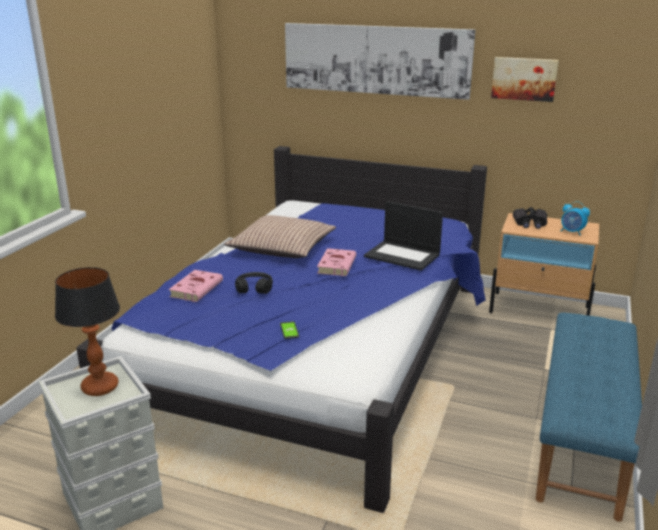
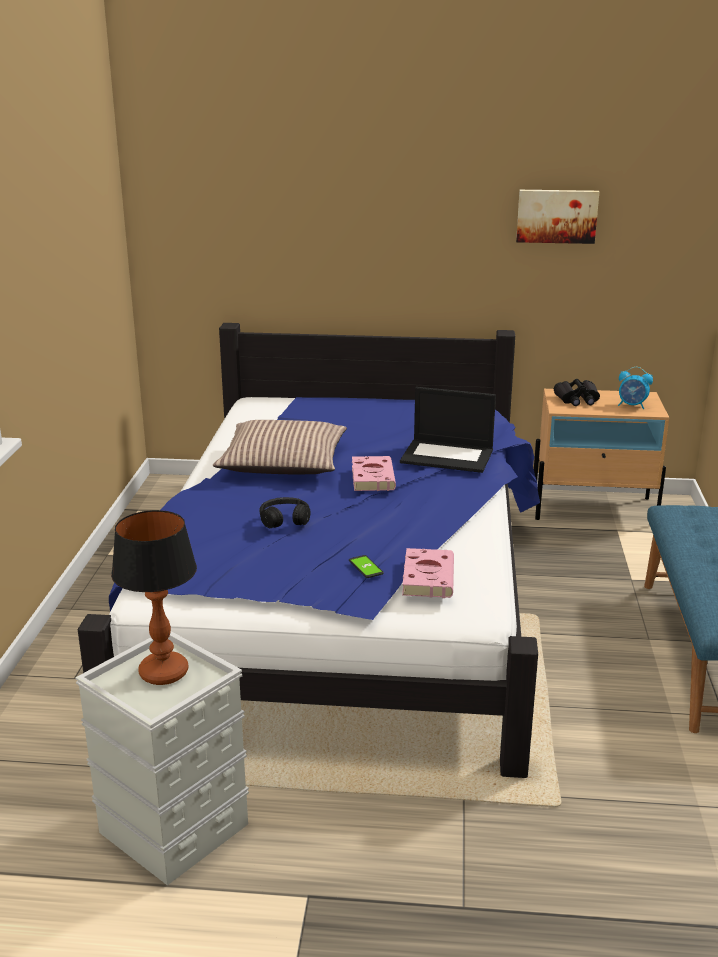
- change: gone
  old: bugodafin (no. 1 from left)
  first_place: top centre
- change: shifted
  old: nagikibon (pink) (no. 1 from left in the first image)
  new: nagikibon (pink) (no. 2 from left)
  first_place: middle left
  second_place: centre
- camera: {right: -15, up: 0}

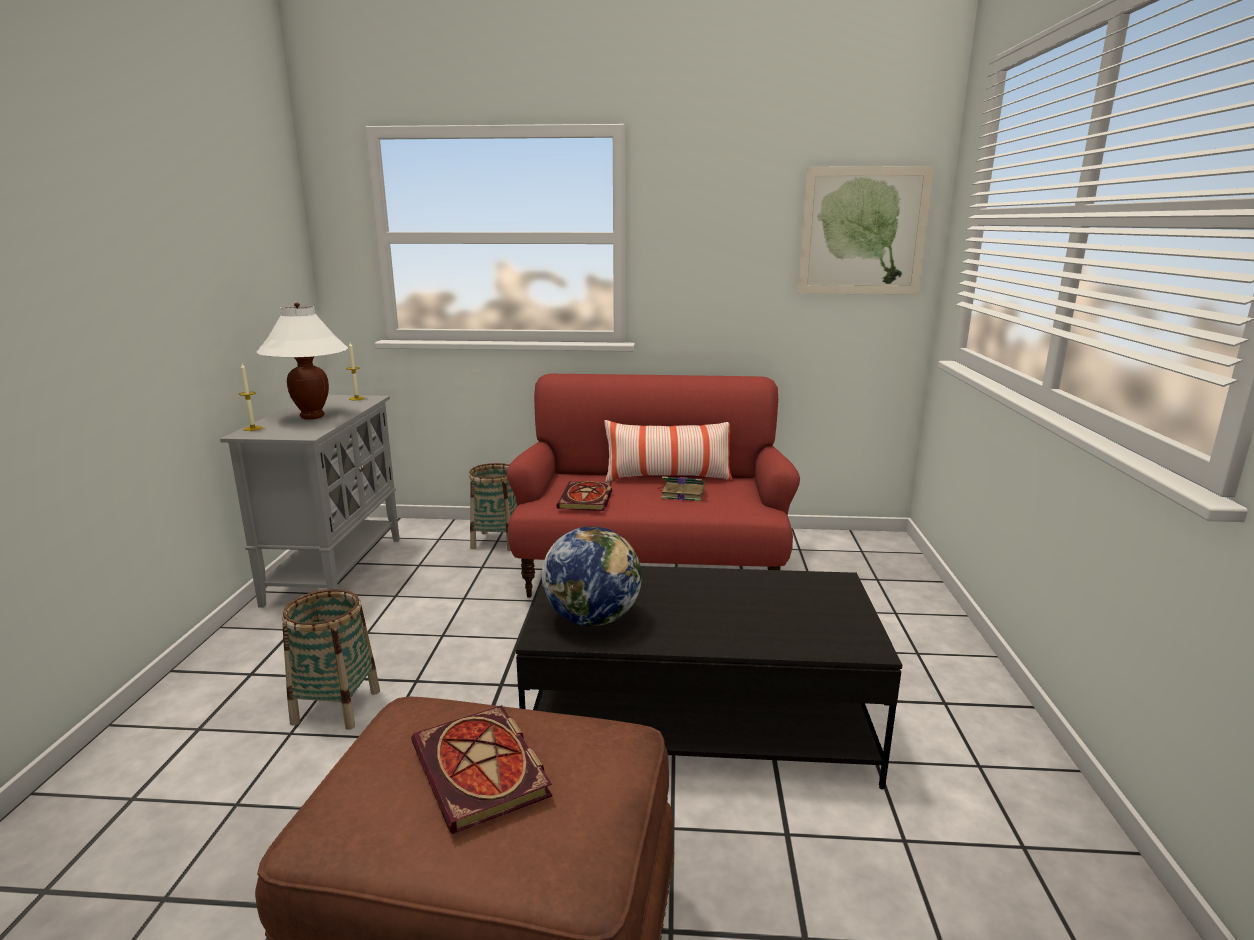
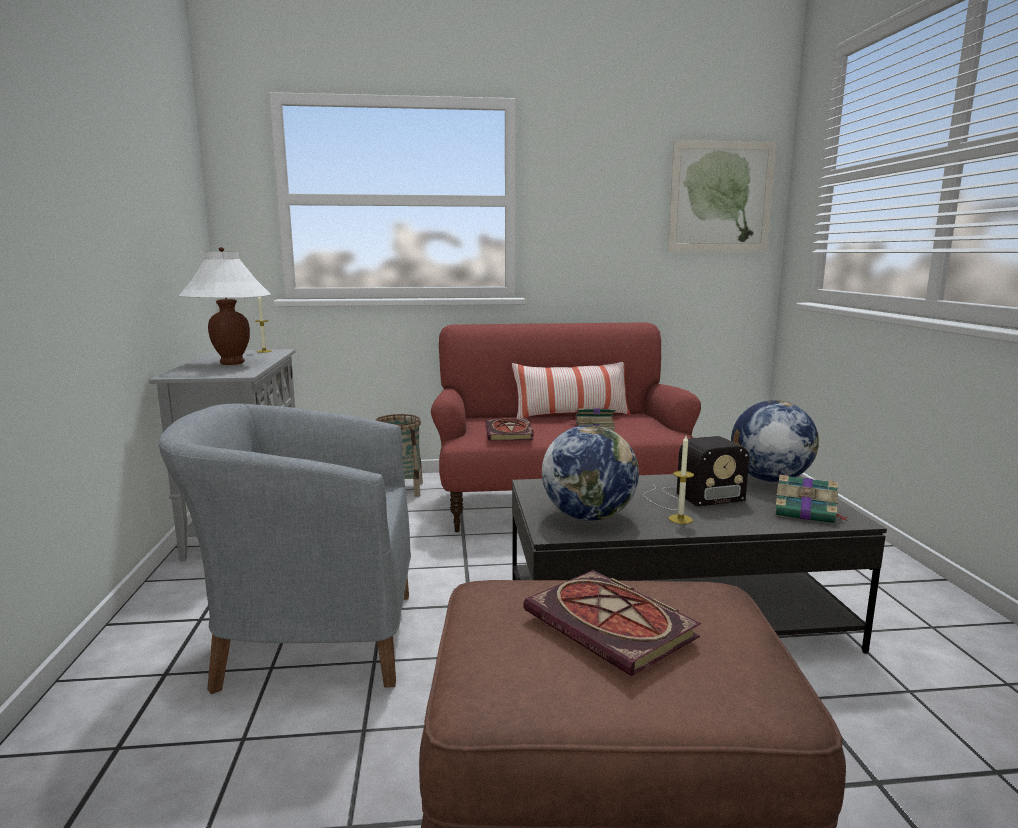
- change: shifted
  old: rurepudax (no. 1 from left in the first image)
  new: rurepudax (no. 2 from left)
  first_place: middle left
  second_place: middle right
- change: swapped
  old: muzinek (no. 1 from left)
  new: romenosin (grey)
  first_place: bottom left
  second_place: middle left
- change: new
  new: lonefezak (no. 2 from left)
  second_place: middle right
- change: new
  new: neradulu
  second_place: middle right
- change: new
  new: nagikibon (no. 4 from left)
  second_place: middle right
- camera: {right: -10, up: -5}

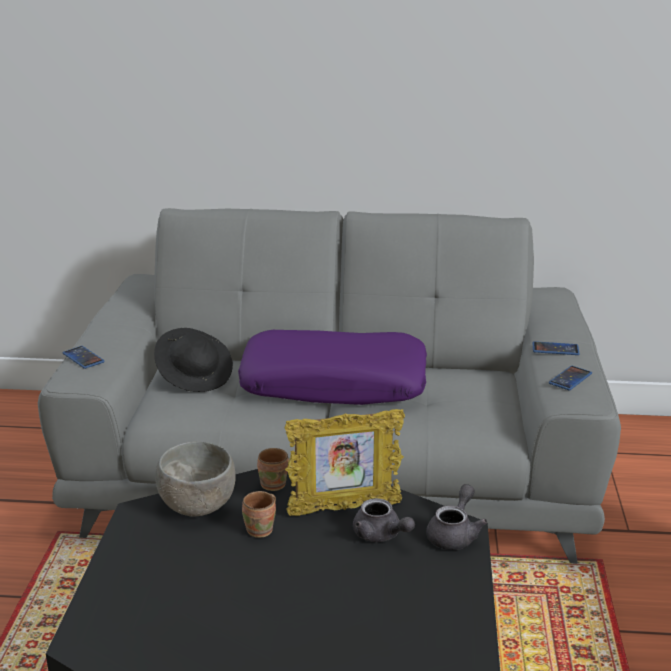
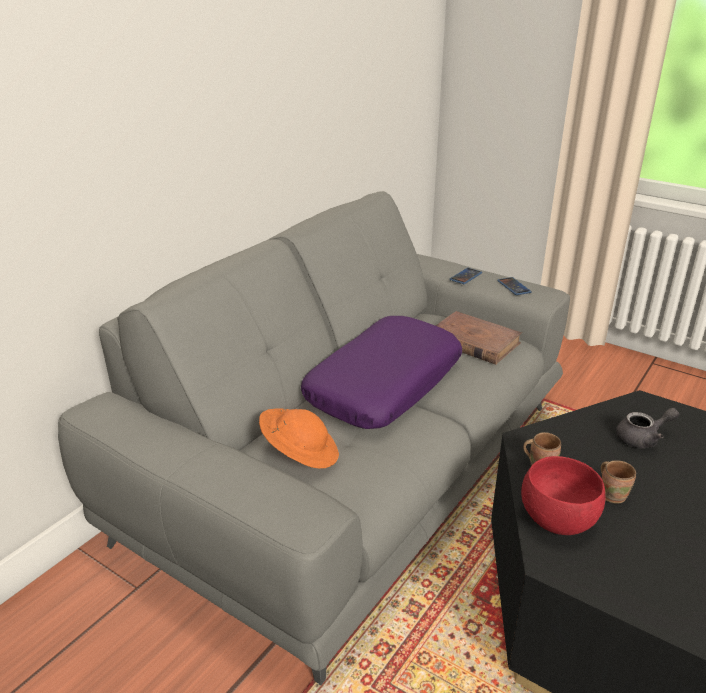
- change: repainted
  old: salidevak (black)
  new: salidevak (orange)
  first_place: middle left
  second_place: centre
- change: gone
  old: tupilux (no. 1 from left)
  first_place: middle left
- change: gone
  old: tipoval
  first_place: bottom centre
- change: repainted
  old: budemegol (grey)
  new: budemegol (red)
  first_place: bottom left
  second_place: bottom right
- change: gone
  old: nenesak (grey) (no. 2 from left)
  first_place: bottom right
- change: new
  new: nagikibon (brown)
  second_place: middle right
- camera: {right: -60, up: 5}

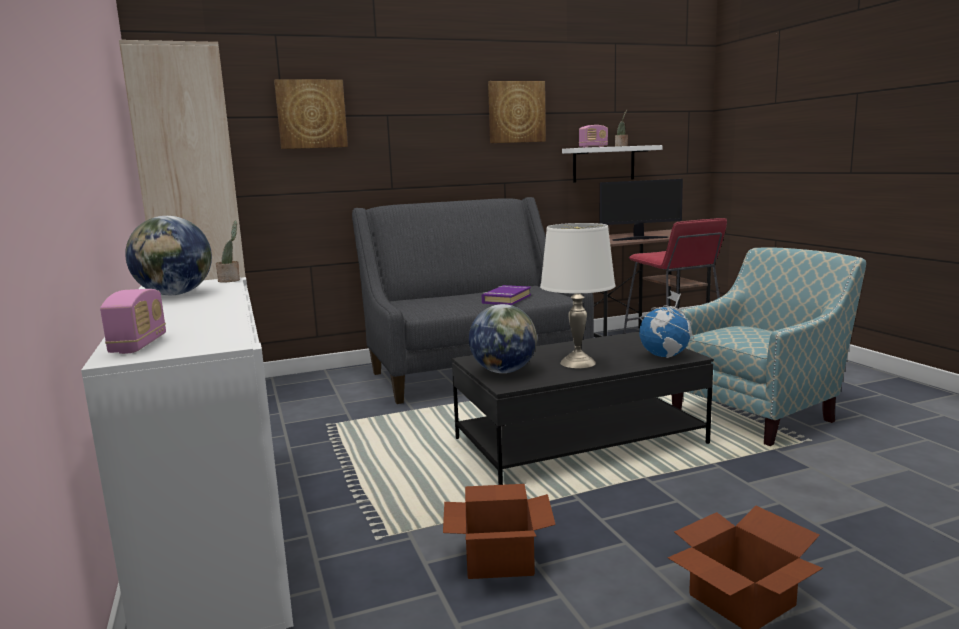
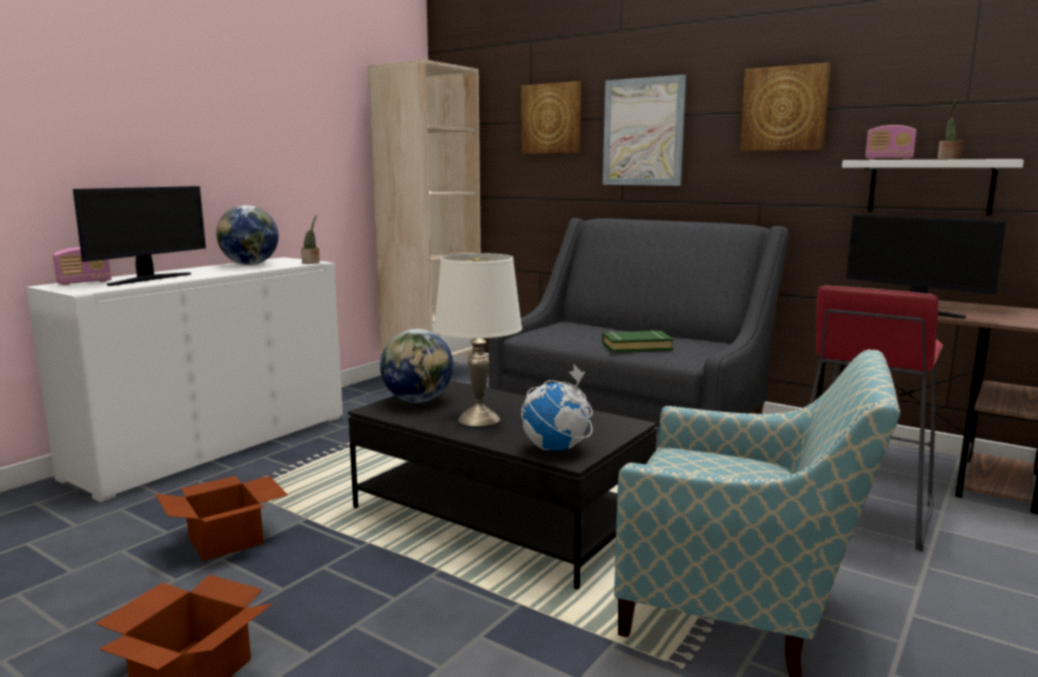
- change: repainted
  old: nagikibon (purple)
  new: nagikibon (green)
  first_place: centre
  second_place: centre
- change: new
  new: bugodafin (no. 2 from left)
  second_place: top centre
- change: new
  new: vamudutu (no. 1 from left)
  second_place: middle left
- camera: {right: 55, up: 0}

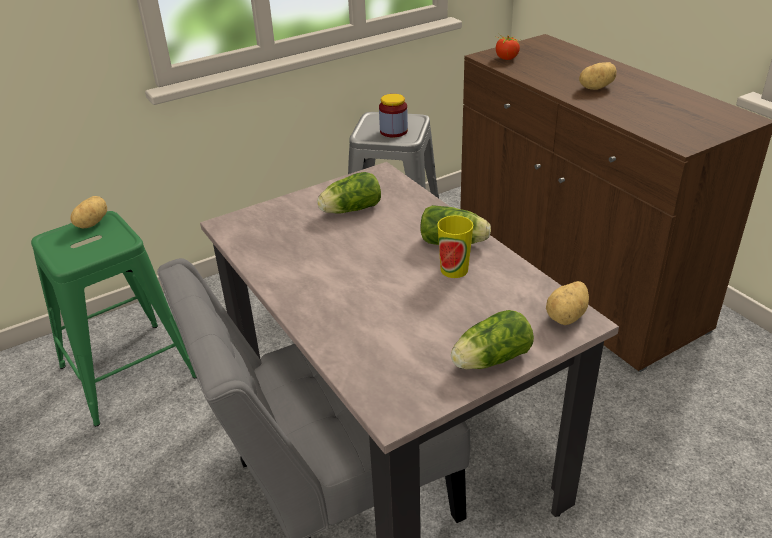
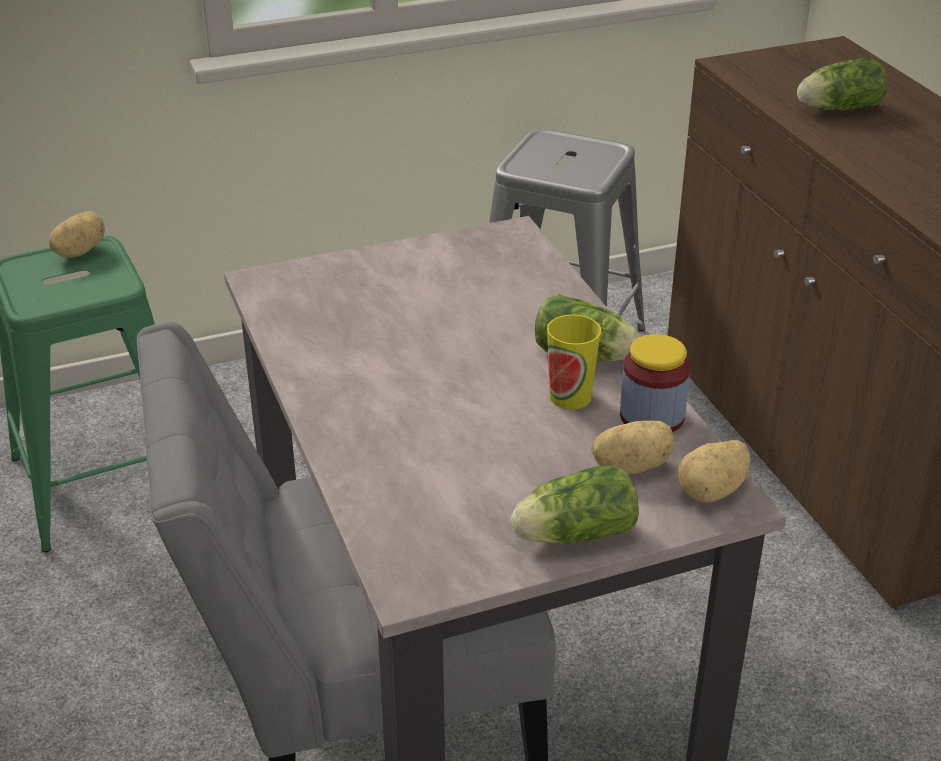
- change: gone
  old: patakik
  first_place: top centre
- change: shifted
  old: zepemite (no. 3 from left in the first image)
  new: zepemite (no. 2 from left)
  first_place: top right
  second_place: middle right
- change: shifted
  old: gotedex
  first_place: top centre
  second_place: middle right
- change: shifted
  old: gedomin (no. 1 from left in the first image)
  new: gedomin (no. 3 from left)
  first_place: centre
  second_place: top right
- camera: {right: 10, up: 0}

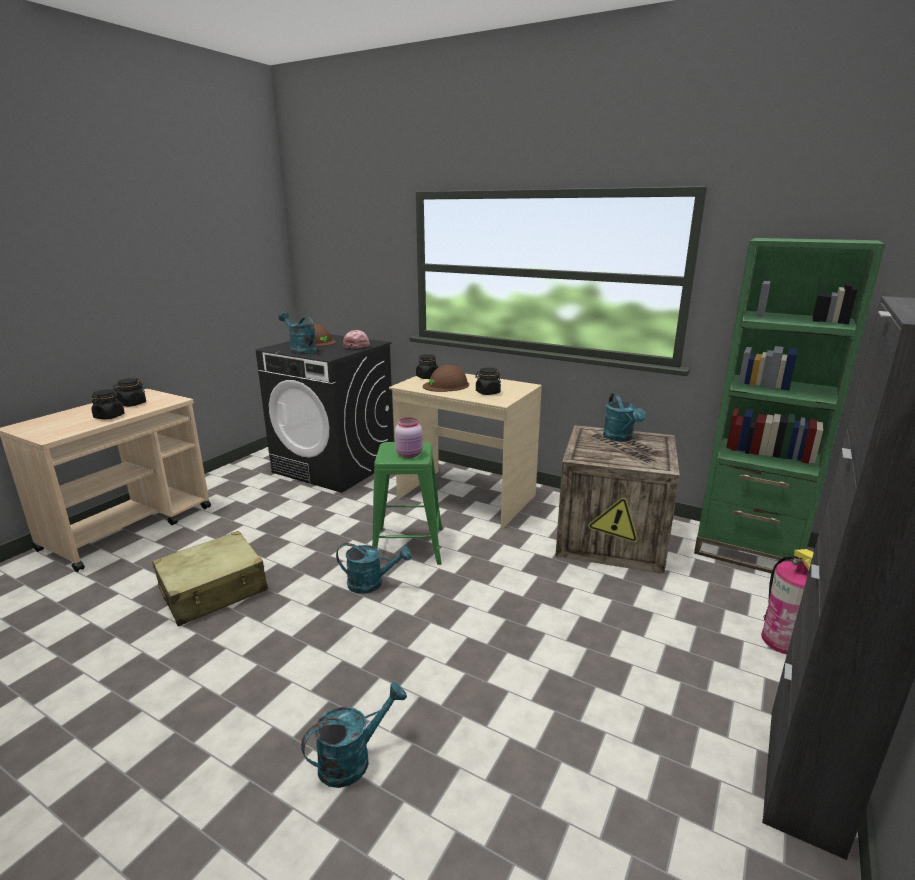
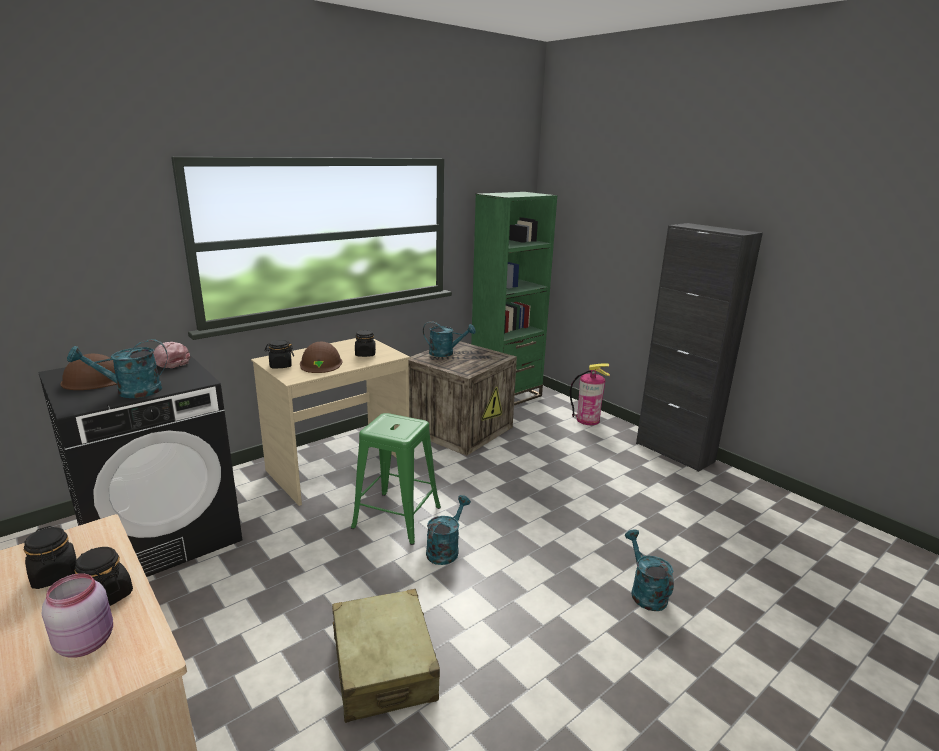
- change: shifted
  old: gotedex (pink)
  first_place: centre
  second_place: bottom left
- camera: {right: -70, up: 0}

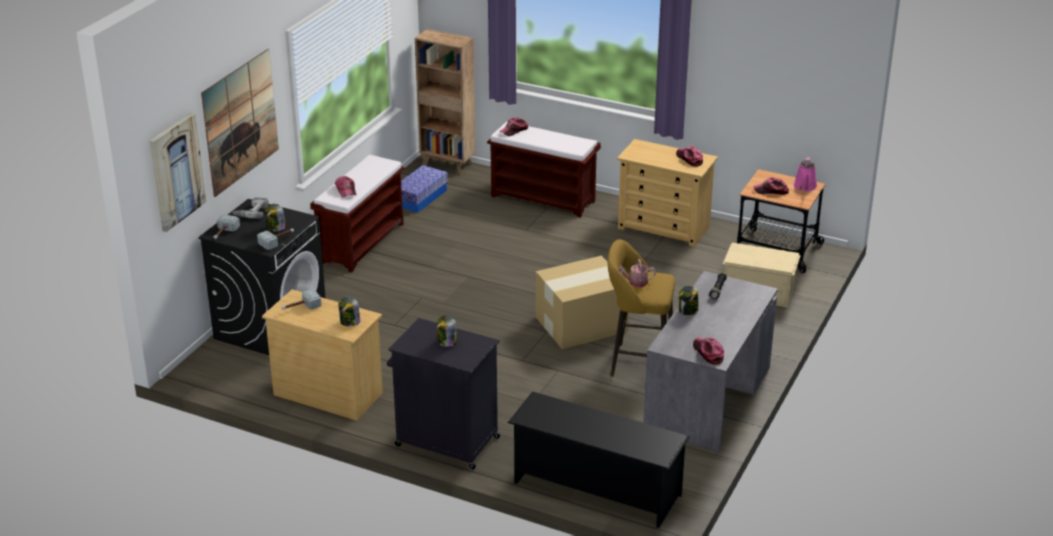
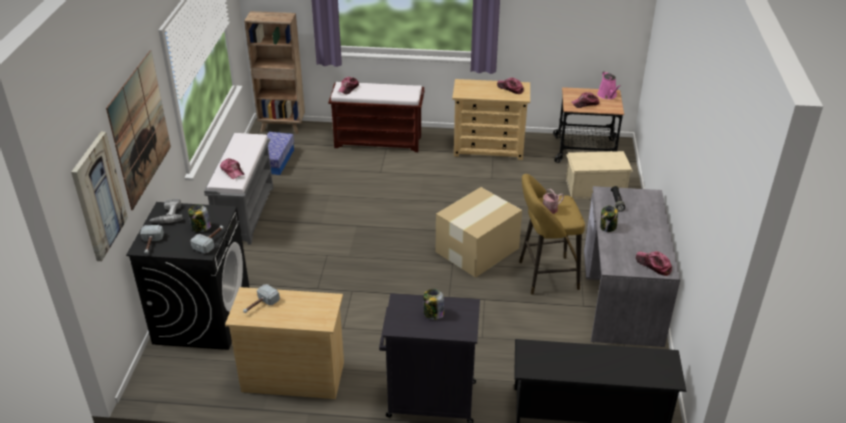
- change: repainted
  old: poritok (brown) (no. 1 from left)
  new: poritok (grey)
  first_place: centre
  second_place: middle left
- change: gone
  old: gotedex (no. 2 from left)
  first_place: middle left
- camera: {right: -20, up: 5}

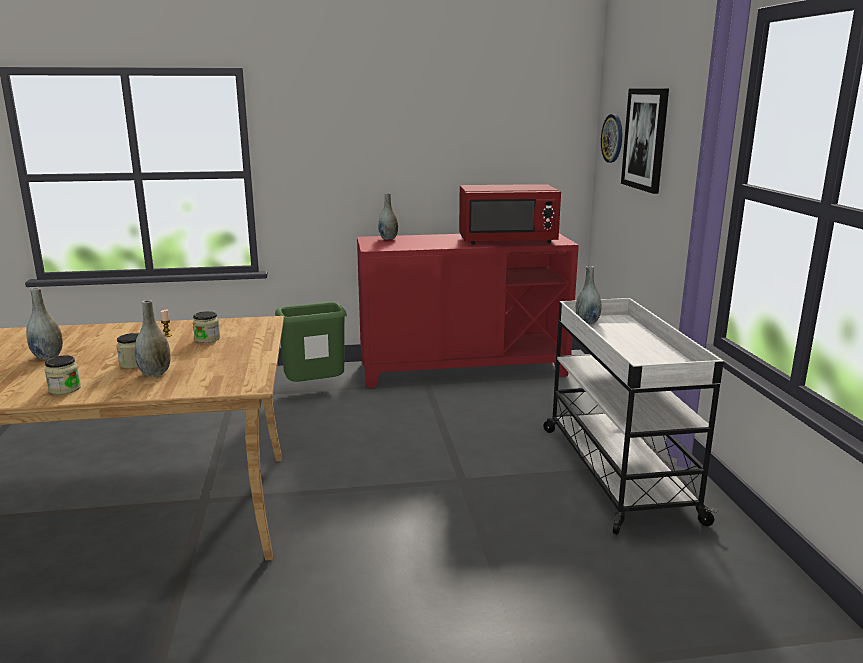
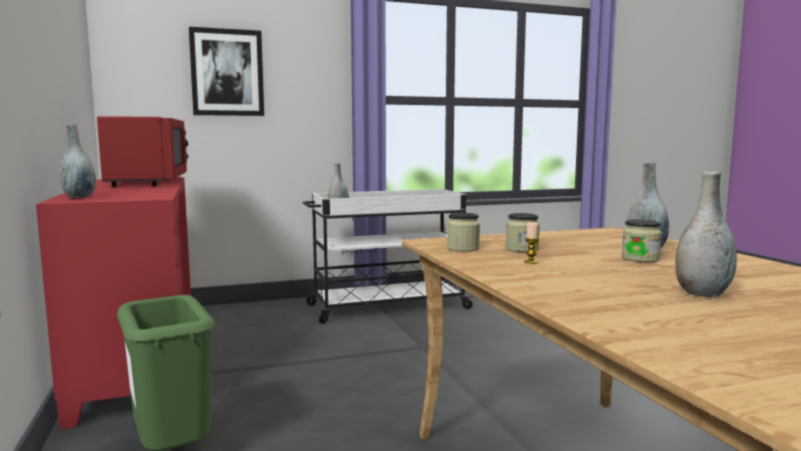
- change: gone
  old: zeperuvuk
  first_place: top right
- change: shifted
  old: gotedex (no. 1 from left)
  first_place: middle left
  second_place: centre
- camera: {right: -100, up: -10}

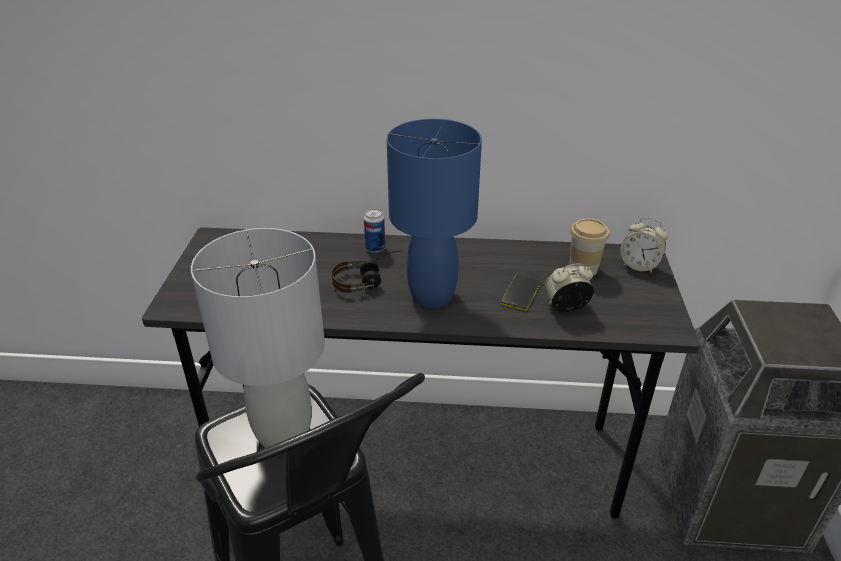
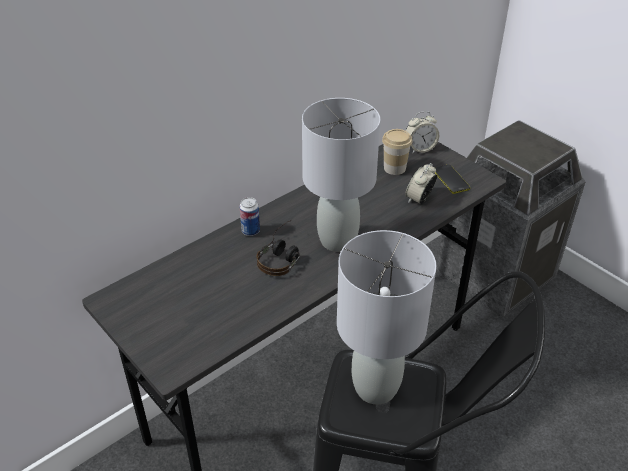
- change: repainted
  old: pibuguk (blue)
  new: pibuguk (grey) (no. 1 from left)
  first_place: centre
  second_place: centre
- change: shifted
  old: tupilux
  first_place: centre
  second_place: middle right
- camera: {right: -45, up: 5}

